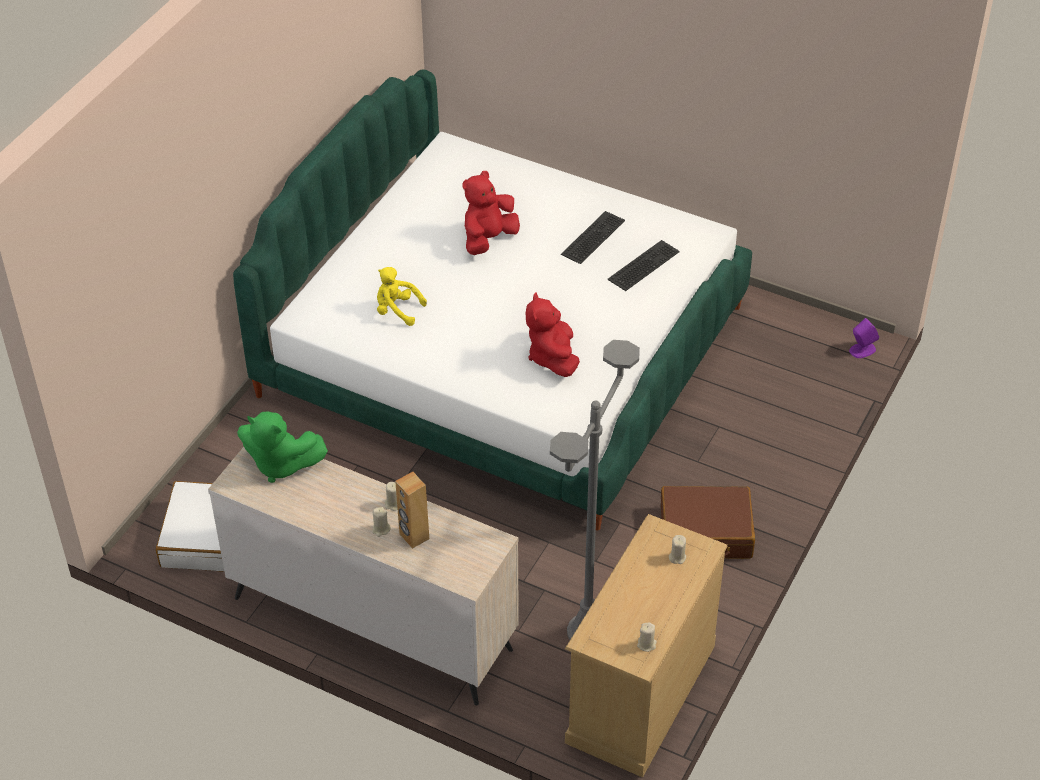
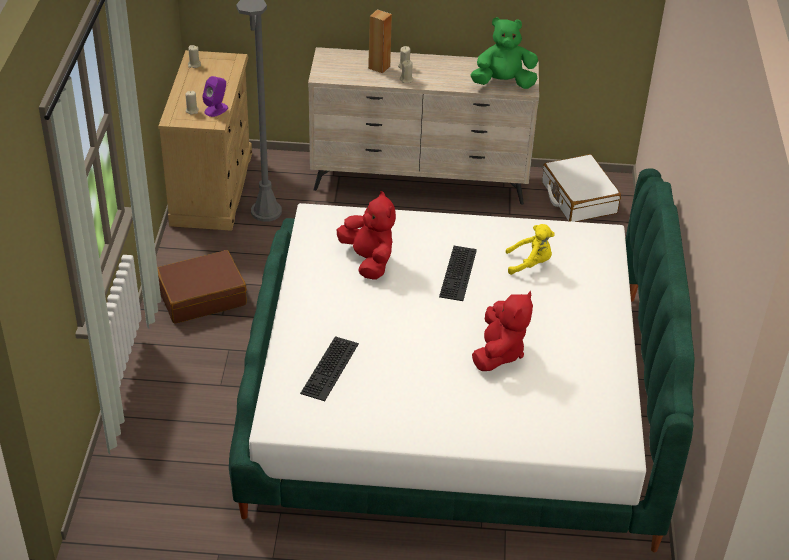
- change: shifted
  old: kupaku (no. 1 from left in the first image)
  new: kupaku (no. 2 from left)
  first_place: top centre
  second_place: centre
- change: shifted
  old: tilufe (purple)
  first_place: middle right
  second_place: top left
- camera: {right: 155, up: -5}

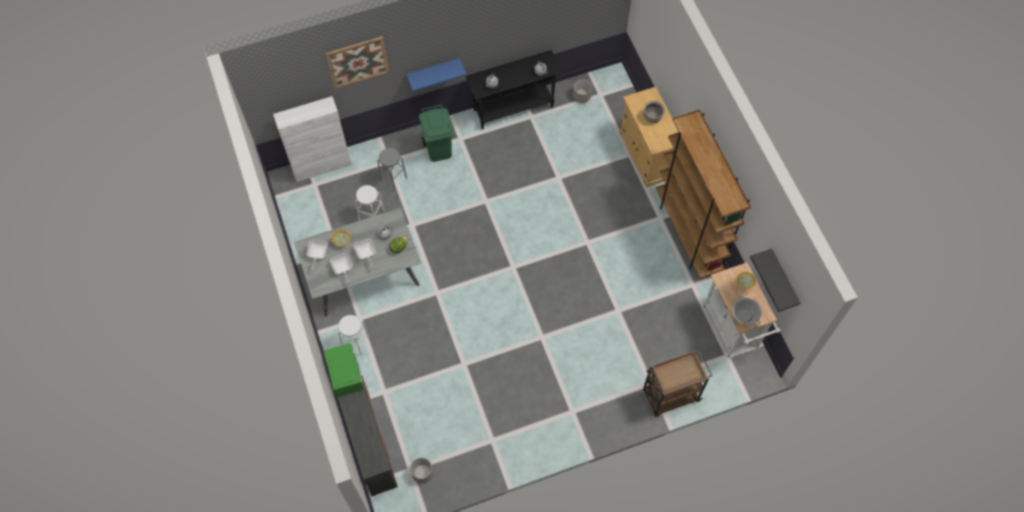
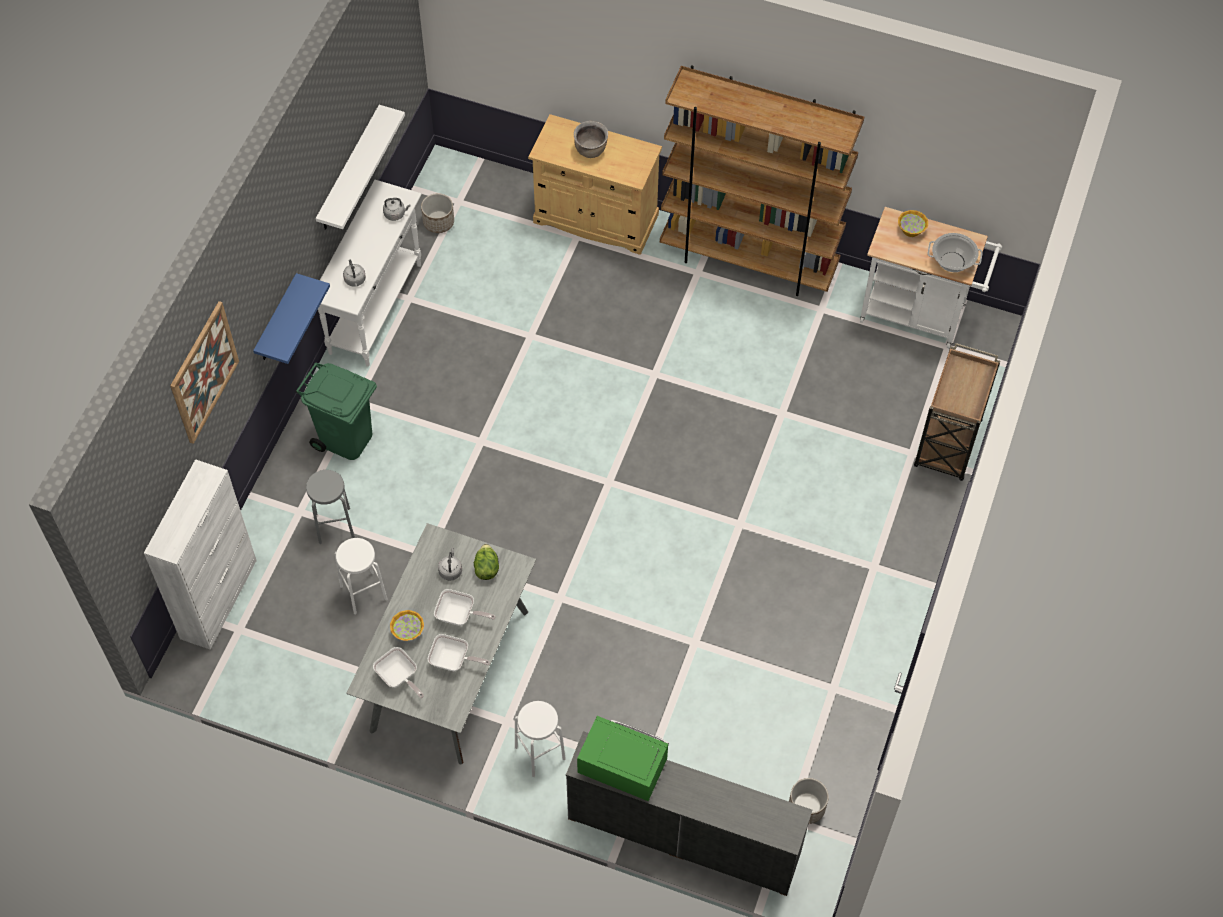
- change: repainted
  old: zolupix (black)
  new: zolupix (white)
  first_place: top centre
  second_place: top left
- change: gone
  old: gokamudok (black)
  first_place: middle right
- change: new
  new: gokamudok (white)
  second_place: top left
- camera: {right: -50, up: -5}

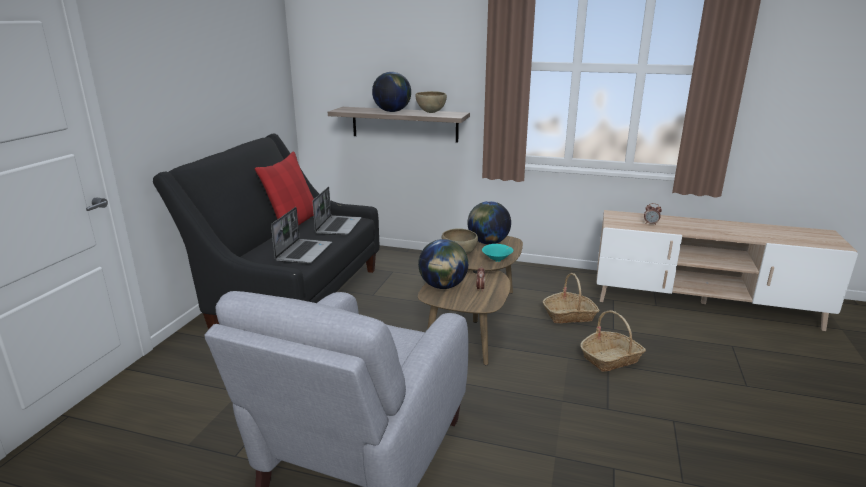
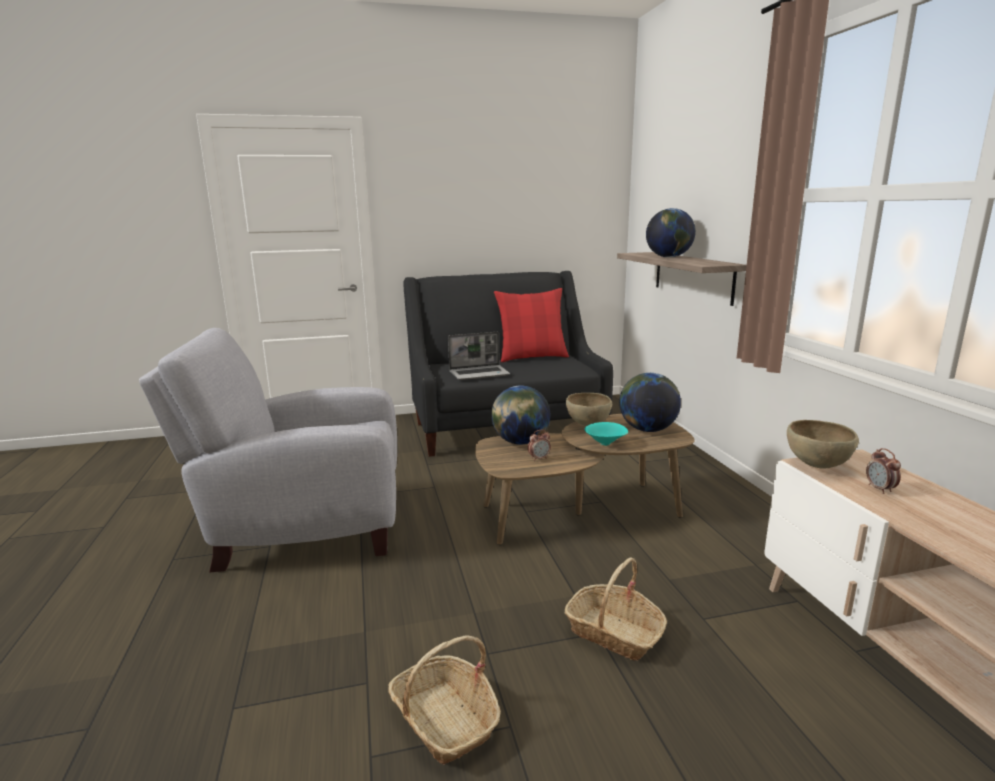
- change: shifted
  old: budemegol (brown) (no. 1 from left in the first image)
  new: budemegol (brown) (no. 2 from left)
  first_place: top centre
  second_place: middle right
- change: gone
  old: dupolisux (no. 2 from left)
  first_place: centre
- change: shifted
  old: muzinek (no. 1 from left)
  first_place: centre
  second_place: bottom centre
- camera: {right: 60, up: -5}

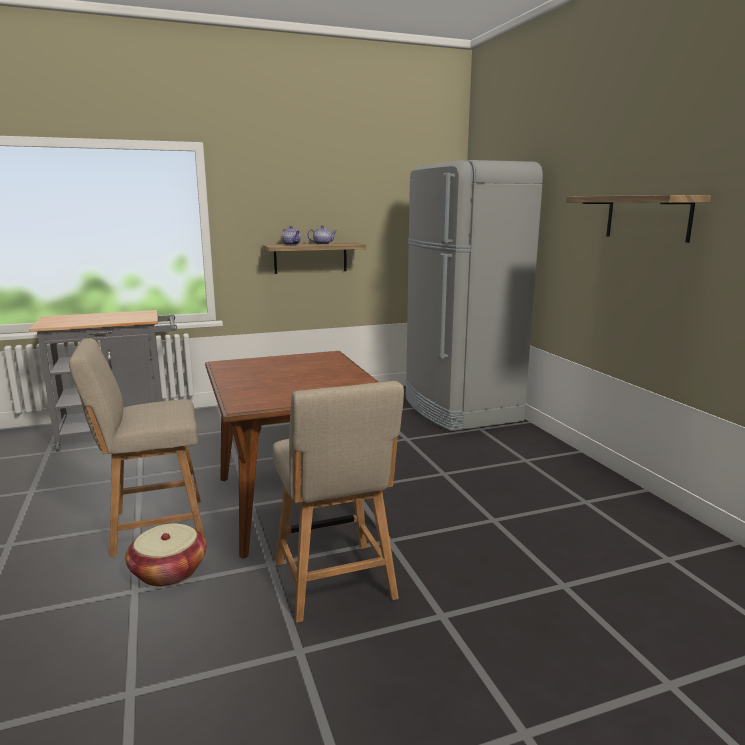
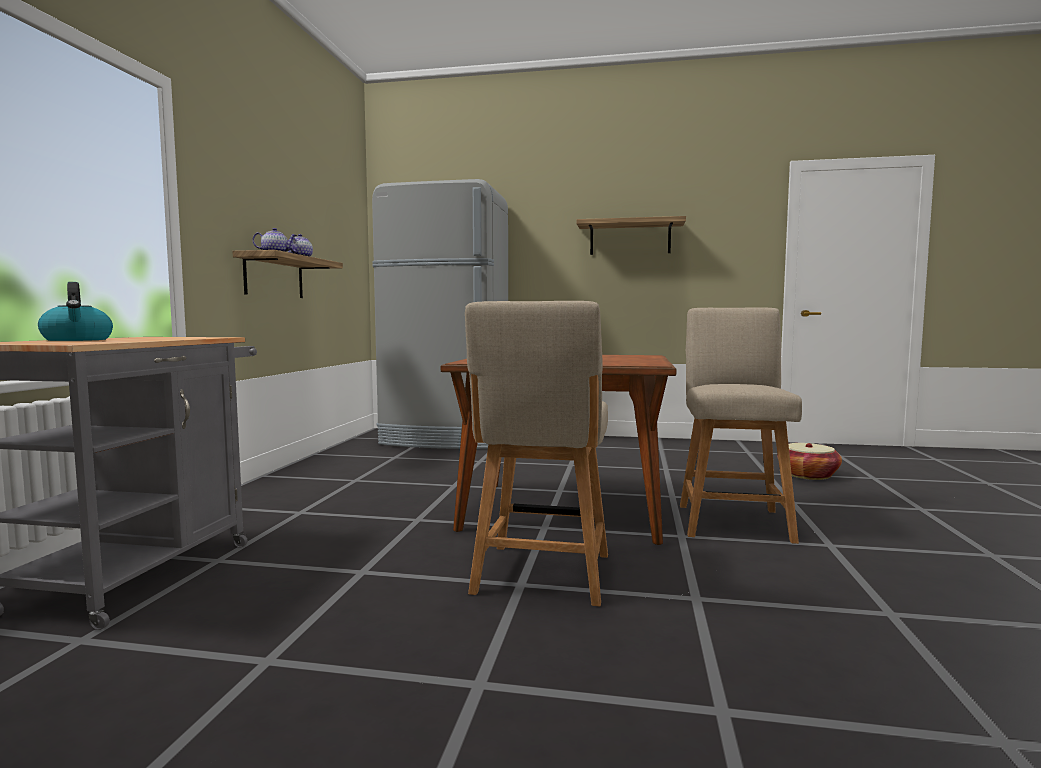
- change: rotated
  old: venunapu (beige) (no. 2 from left)
  first_place: bottom centre
  second_place: middle right
  degrees: -90
- change: shifted
  old: muzinek
  first_place: bottom left
  second_place: middle right
- change: new
  new: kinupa
  second_place: middle left
- camera: {right: -60, up: -10}

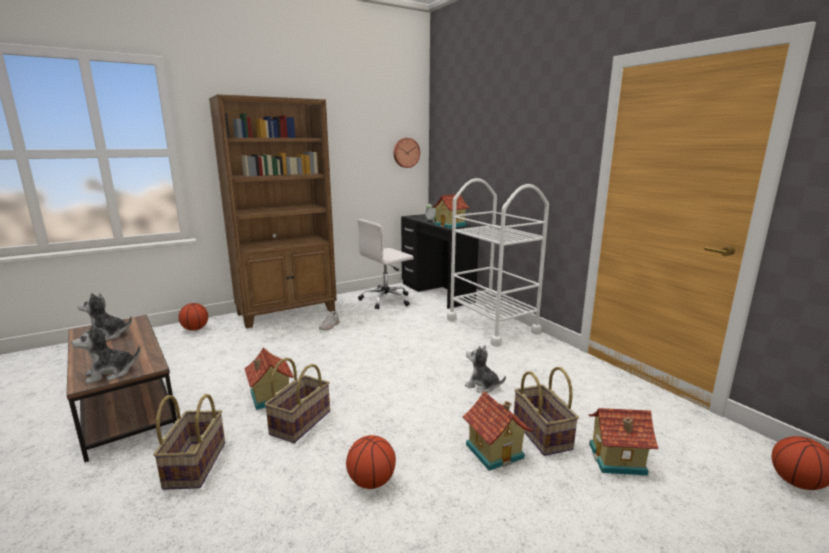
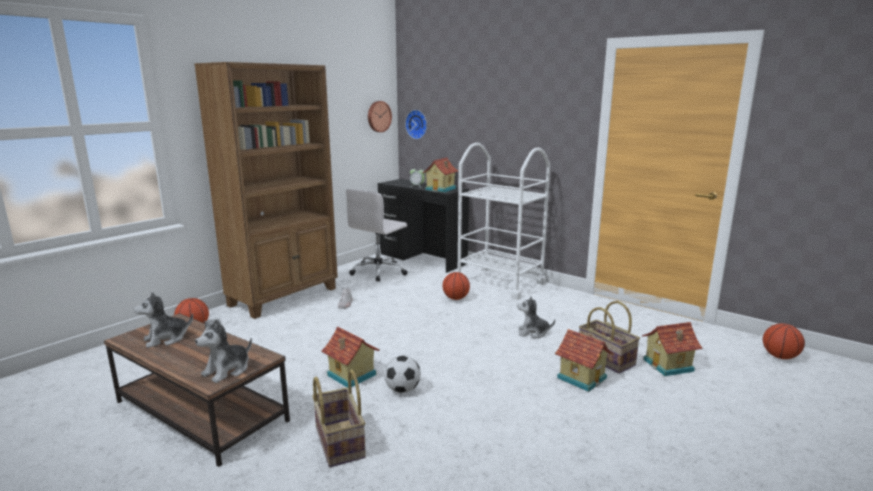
- change: swapped
  old: muzinek (no. 2 from left)
  new: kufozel
  first_place: bottom centre
  second_place: bottom centre
- change: shifted
  old: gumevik (no. 2 from left)
  first_place: bottom centre
  second_place: centre
- change: new
  new: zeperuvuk (no. 2 from left)
  second_place: top centre
- camera: {right: -20, up: 0}

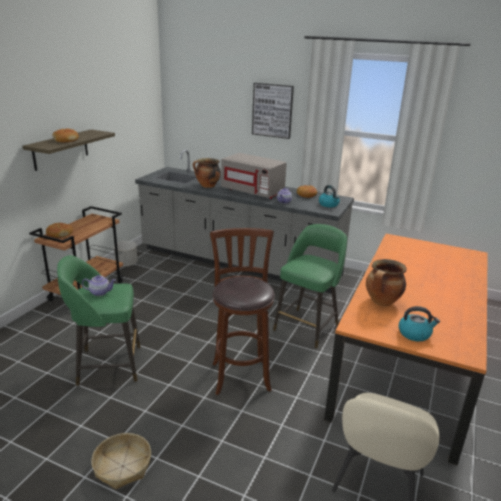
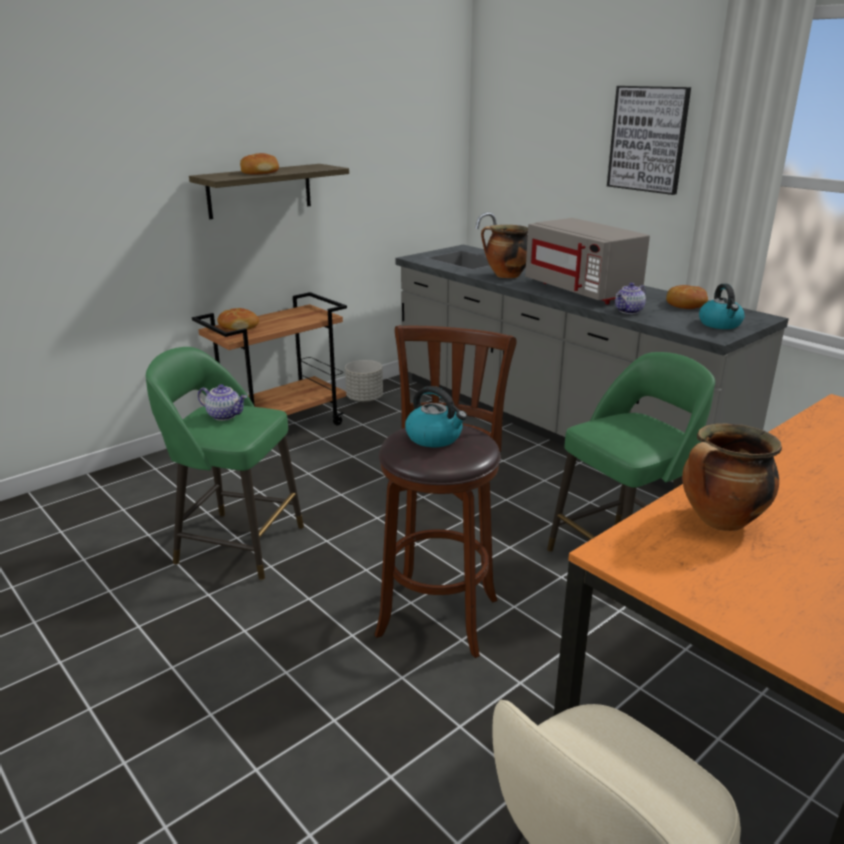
- change: shifted
  old: kinupa (no. 2 from left in the first image)
  new: kinupa (no. 1 from left)
  first_place: middle right
  second_place: centre
- change: gone
  old: muzinek
  first_place: bottom left
- camera: {right: 25, up: 0}

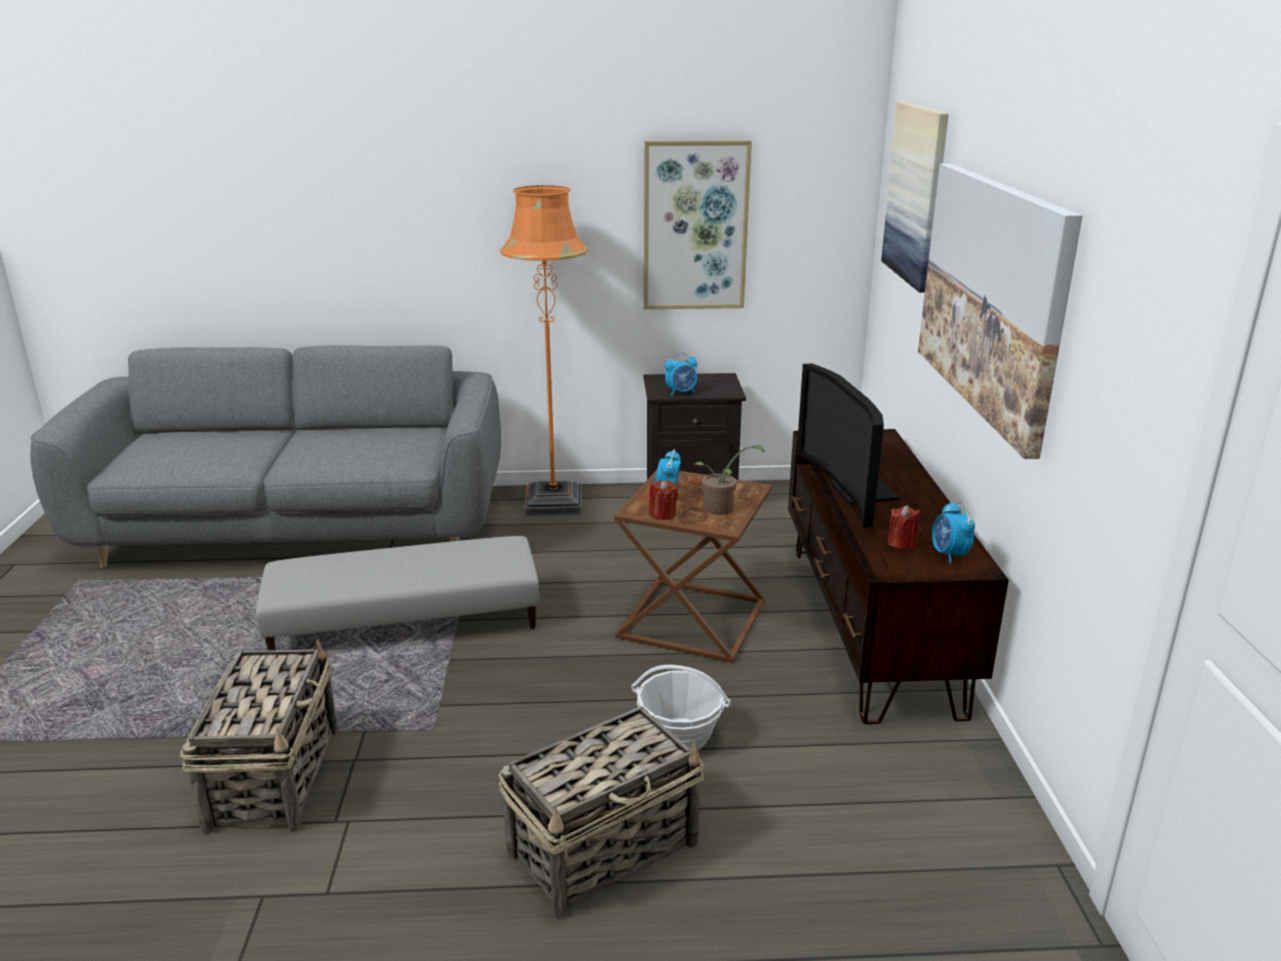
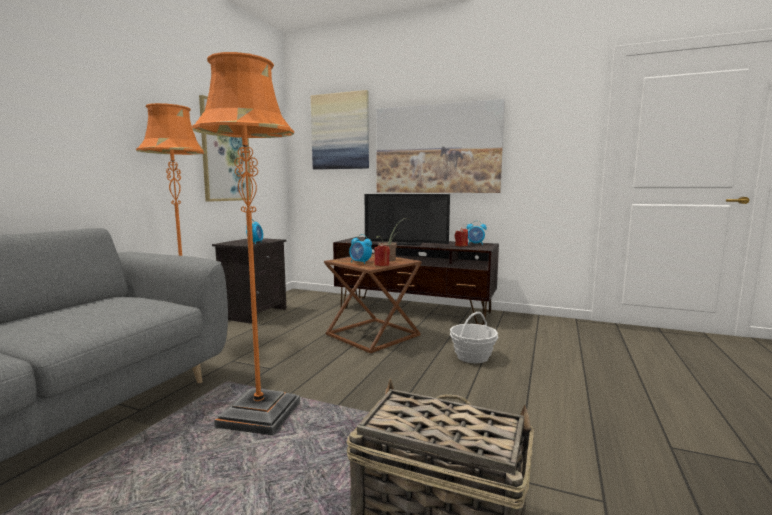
- change: swapped
  old: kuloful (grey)
  new: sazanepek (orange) (no. 2 from left)
  first_place: middle left
  second_place: middle left
- change: gone
  old: muzinek (no. 2 from left)
  first_place: bottom centre
- camera: {right: -65, up: -15}

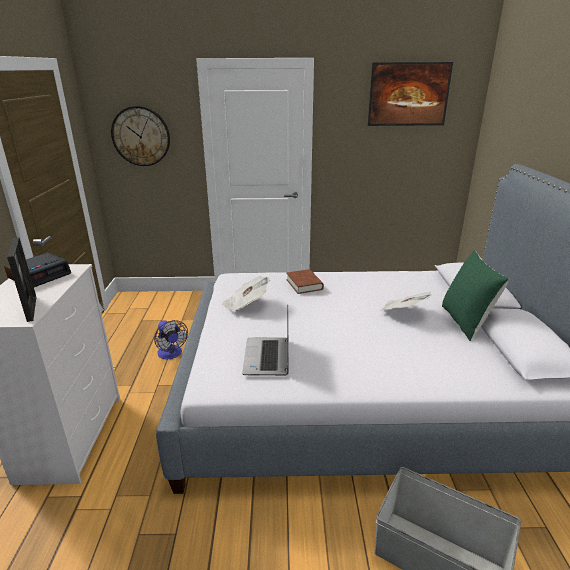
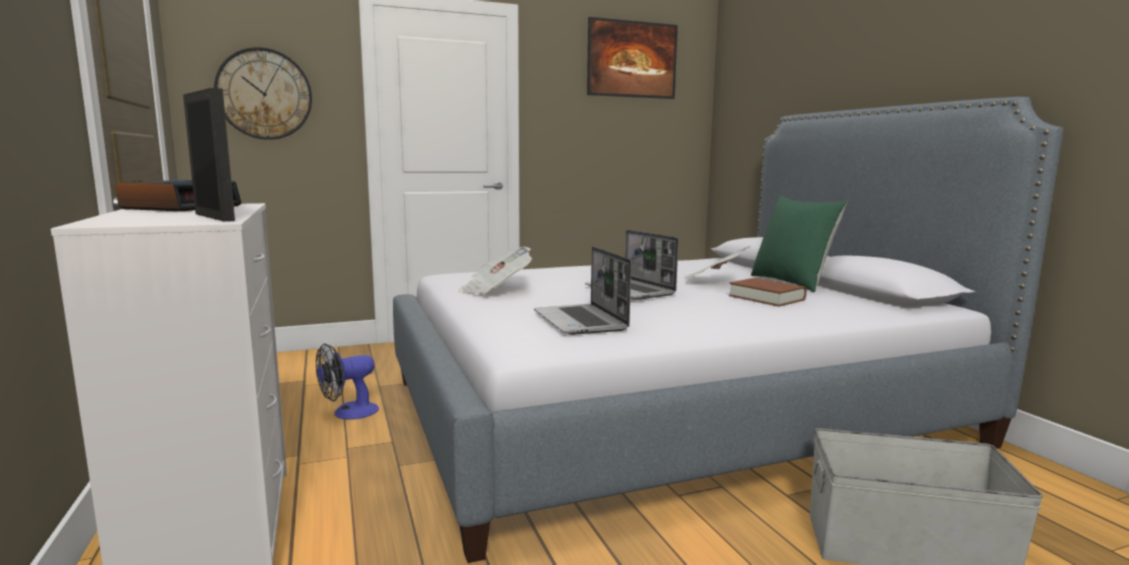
- change: shifted
  old: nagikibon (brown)
  first_place: centre
  second_place: middle right
- change: rotated
  old: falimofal
  first_place: middle left
  second_place: bottom left
  degrees: 105
- change: new
  new: dupolisux (no. 2 from left)
  second_place: centre
- camera: {right: -20, up: -15}

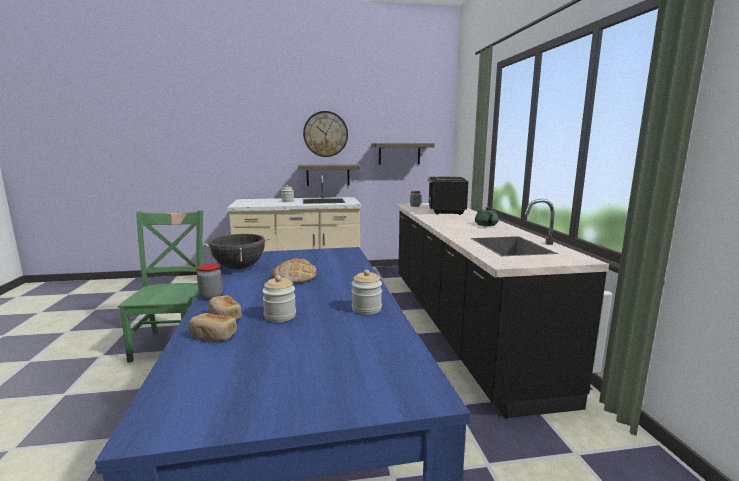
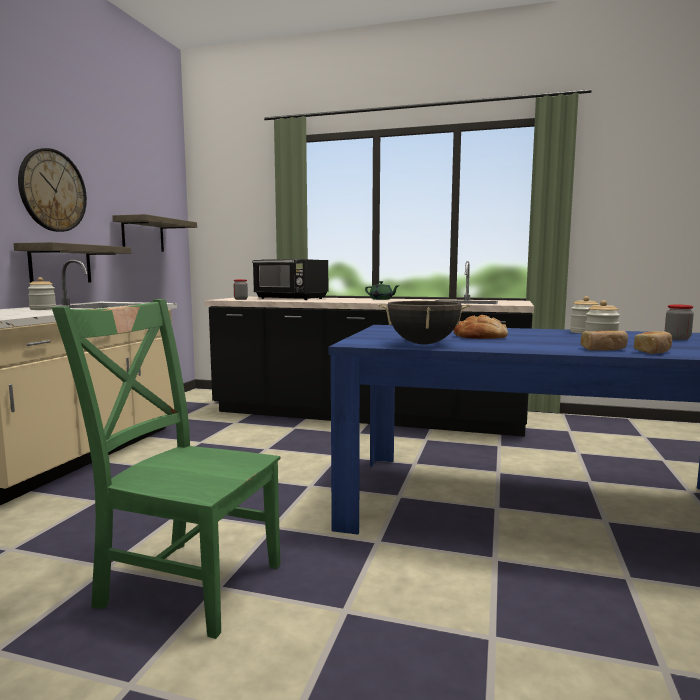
- change: shifted
  old: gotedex (no. 1 from left in the first image)
  new: gotedex (no. 5 from left)
  first_place: middle left
  second_place: middle right
- camera: {right: -65, up: -5}

